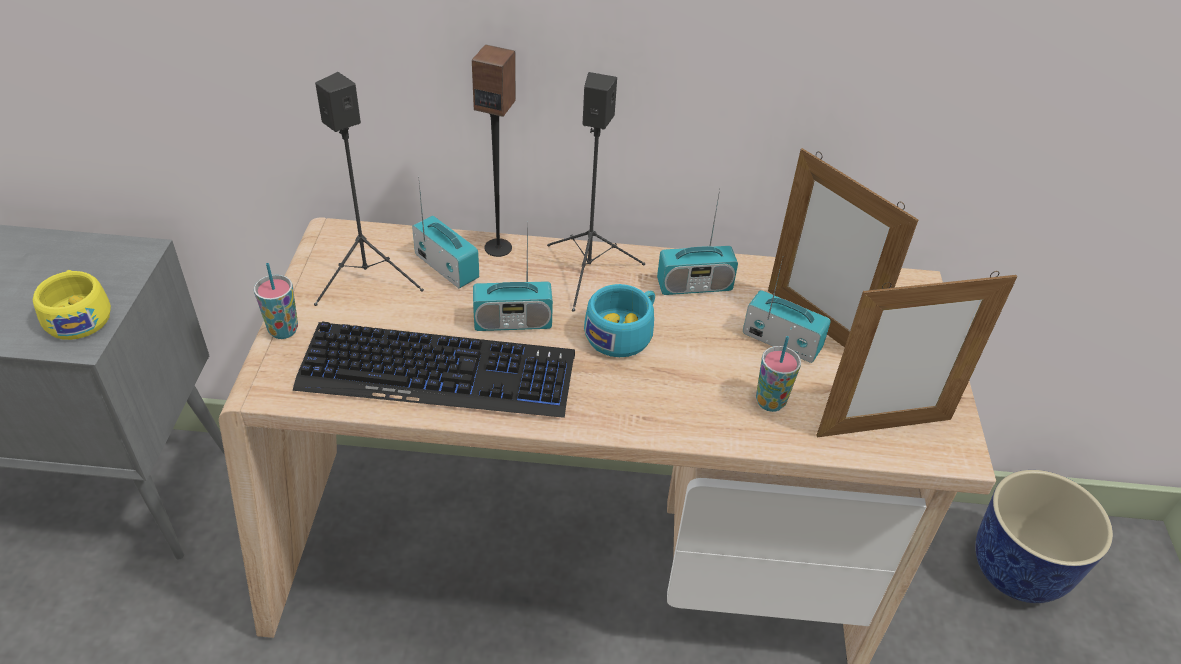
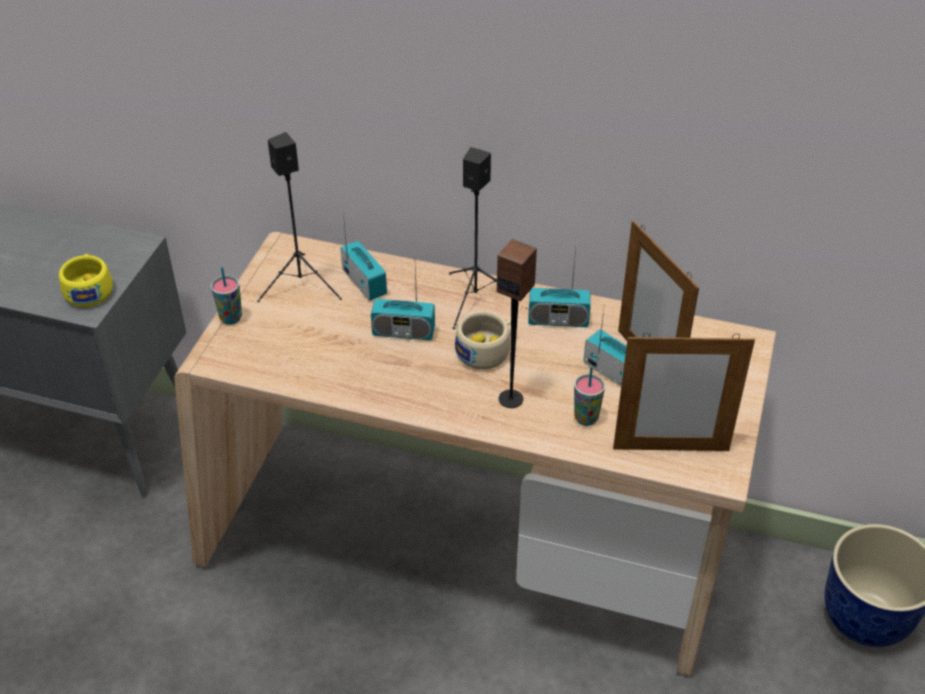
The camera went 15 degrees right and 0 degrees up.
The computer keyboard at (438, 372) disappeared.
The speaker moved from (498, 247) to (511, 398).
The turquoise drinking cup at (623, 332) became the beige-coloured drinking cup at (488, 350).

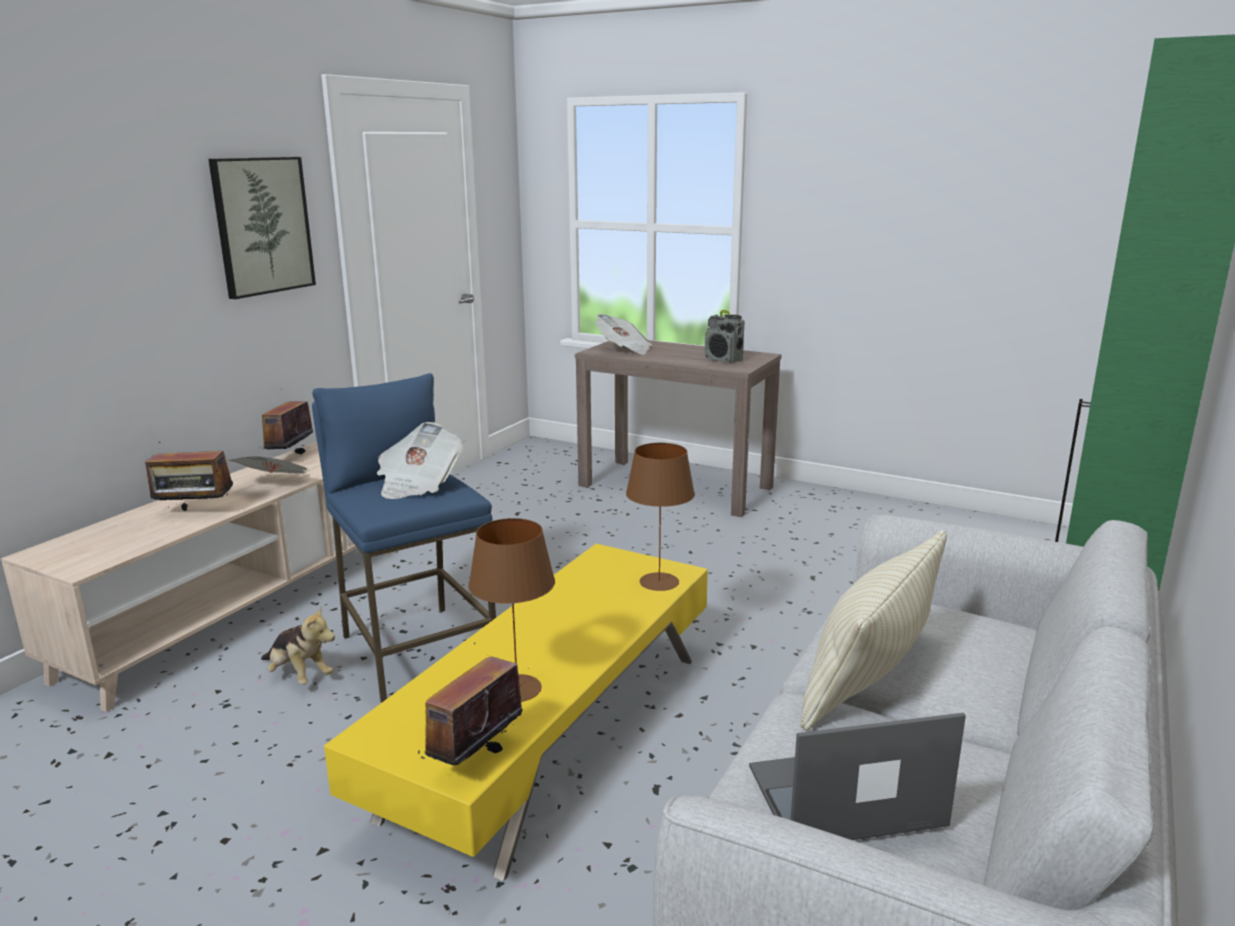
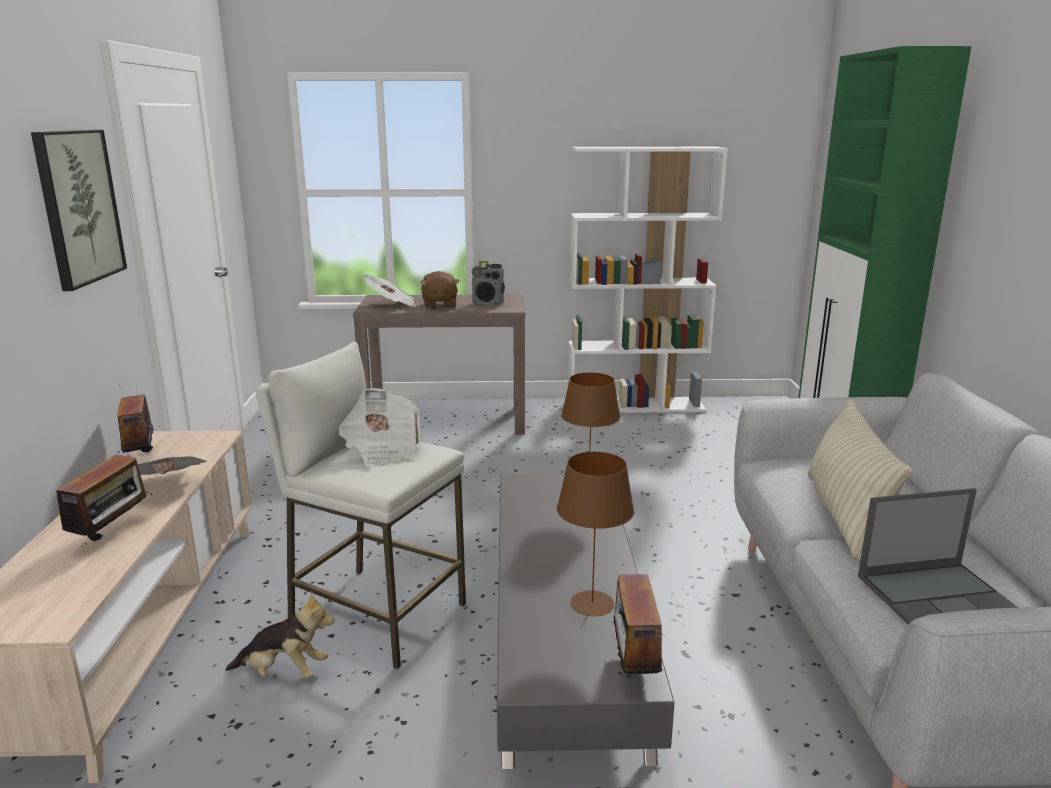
The camera went 30 degrees left and 0 degrees up.
The radio receiver at (195, 513) turned 45 degrees counterclockwise.
The bluish stool seat at (416, 651) became the white stool seat at (376, 614).
The yellow coffee table at (552, 733) became the greyish coffee table at (566, 641).
The laptop at (843, 797) turned 150 degrees counterclockwise.
The brown soft toy at (439, 305) appeared.
The white bookcase at (636, 405) appeared.

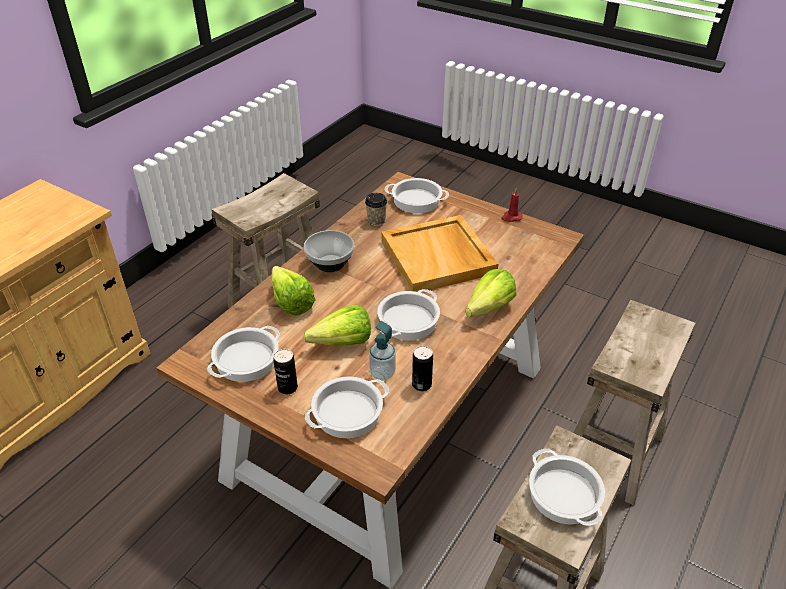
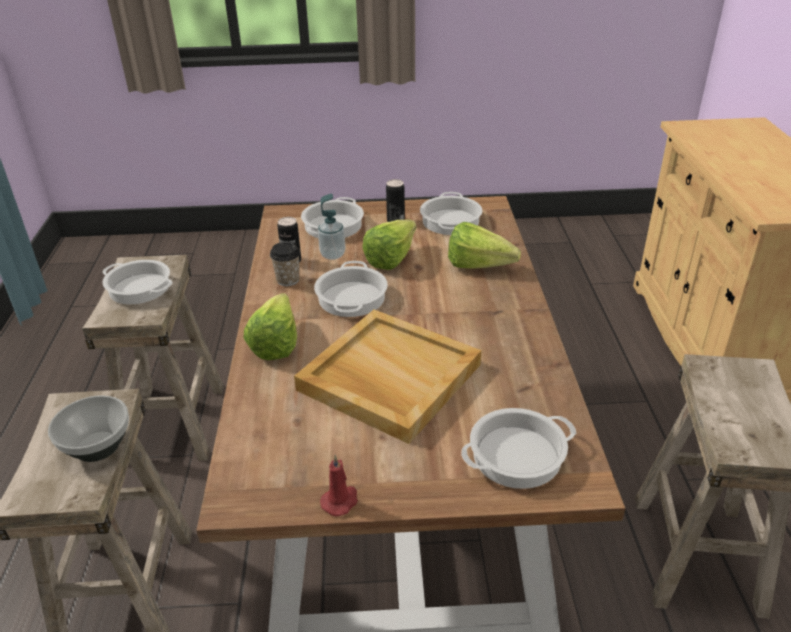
The camera went 145 degrees right and 5 degrees down.
The bowl moved from (329, 264) to (98, 446).
The drinking cup moved from (376, 221) to (288, 280).

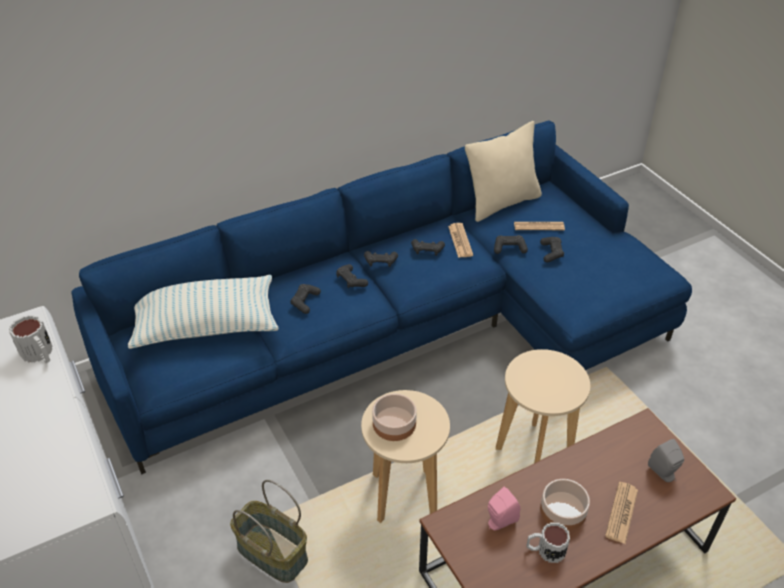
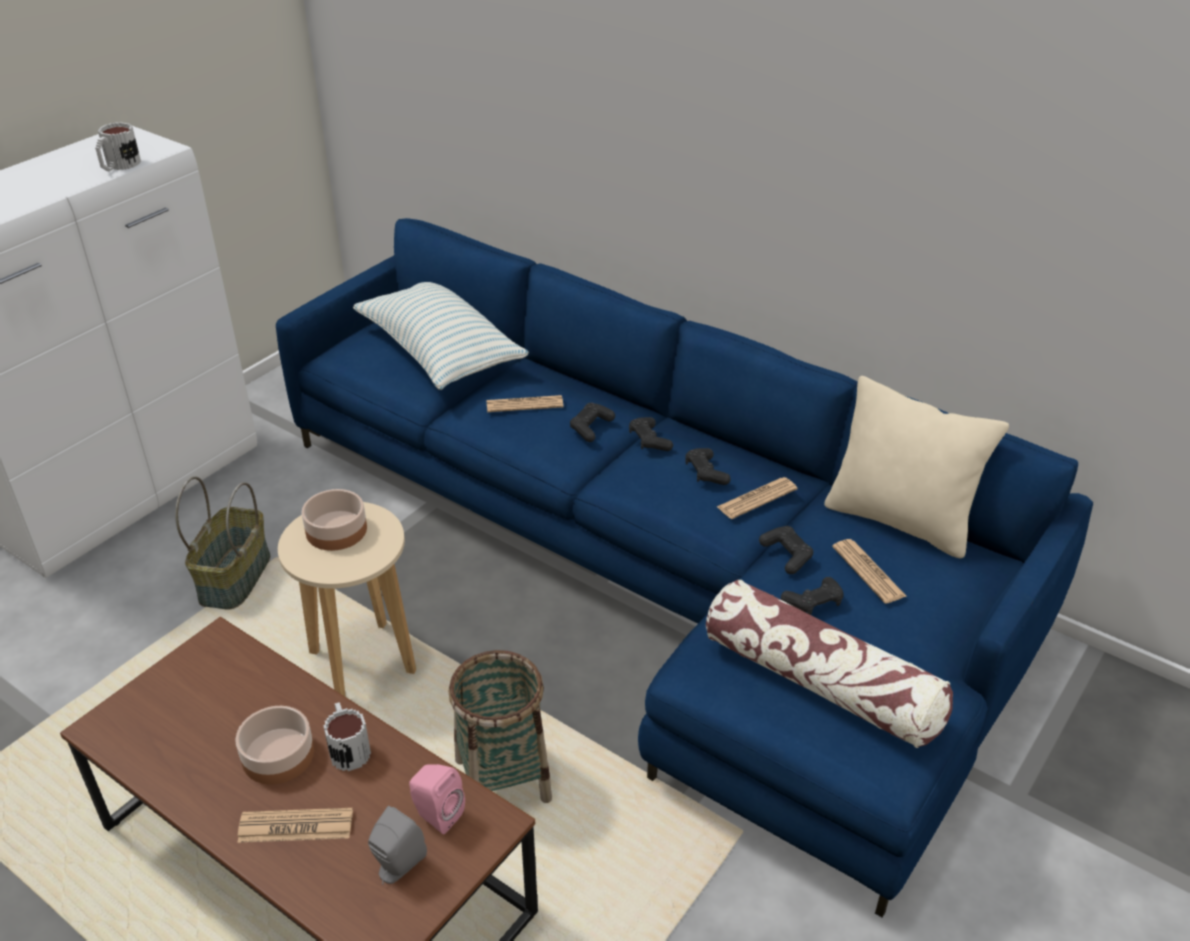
The camera went 65 degrees right and 5 degrees down.
The black-coloured game controller at (305, 302) was replaced by the printed paper at (524, 404).
The pink speaker moved from (499, 522) to (436, 815).
The beige-coloured stool seat at (534, 452) was replaced by the basket at (503, 780).
The coffee mug moved from (545, 550) to (348, 747).
The pillow at (821, 683) appeared.

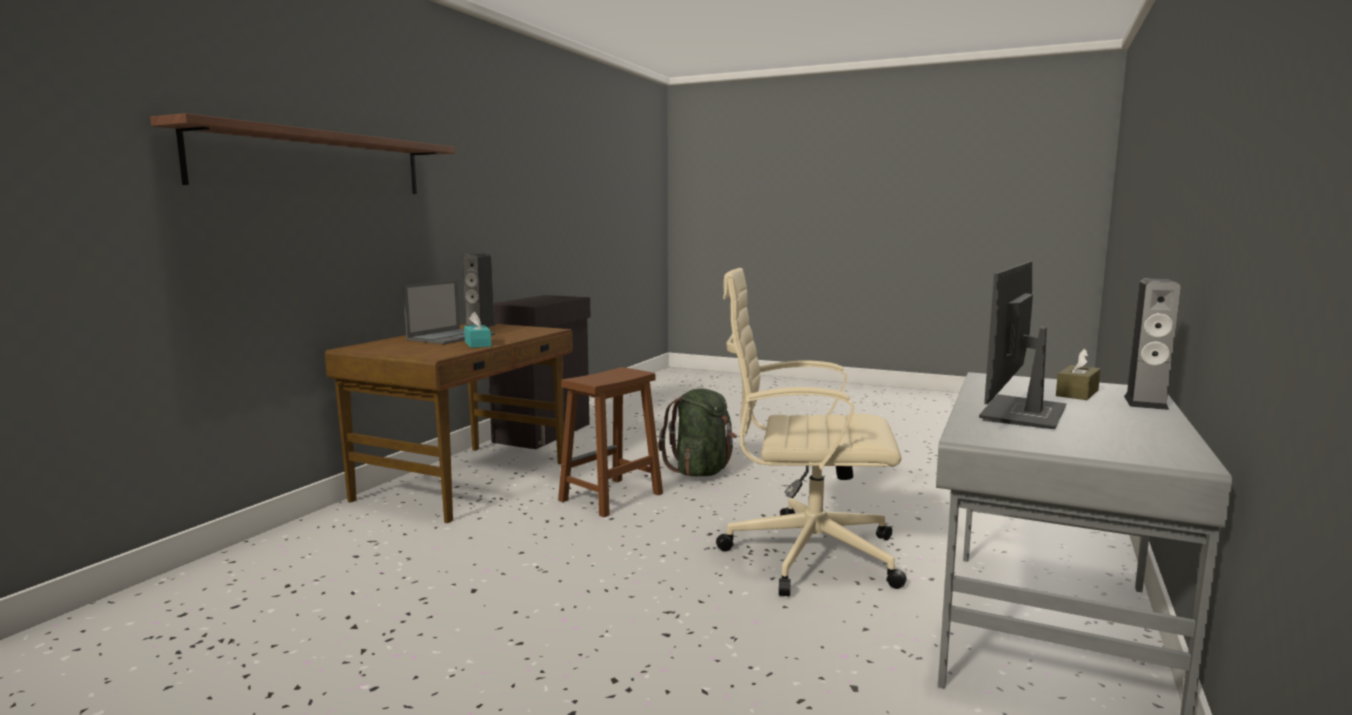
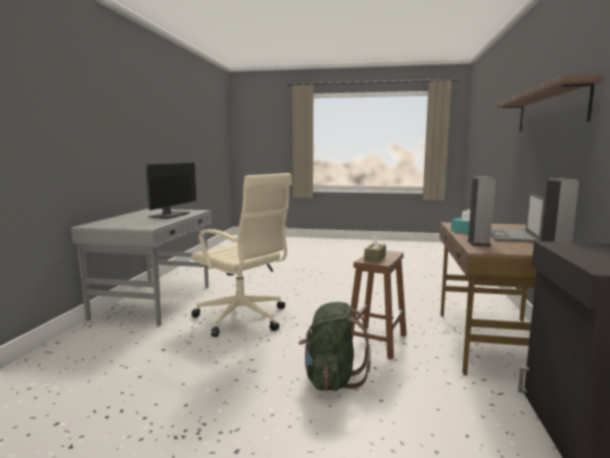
The camera went 165 degrees right and 0 degrees up.
The beige-coloured office chair at (806, 554) turned 45 degrees clockwise.
The brown tissue holder moved from (1077, 393) to (375, 258).
The speaker moved from (1145, 402) to (478, 243).

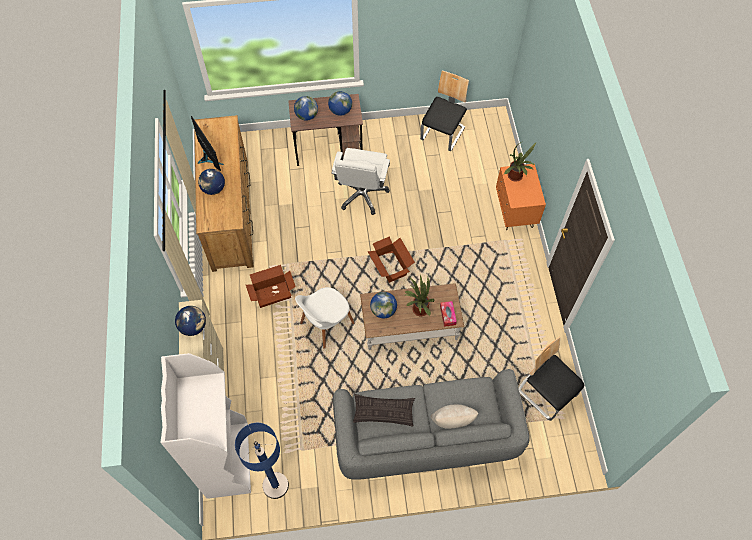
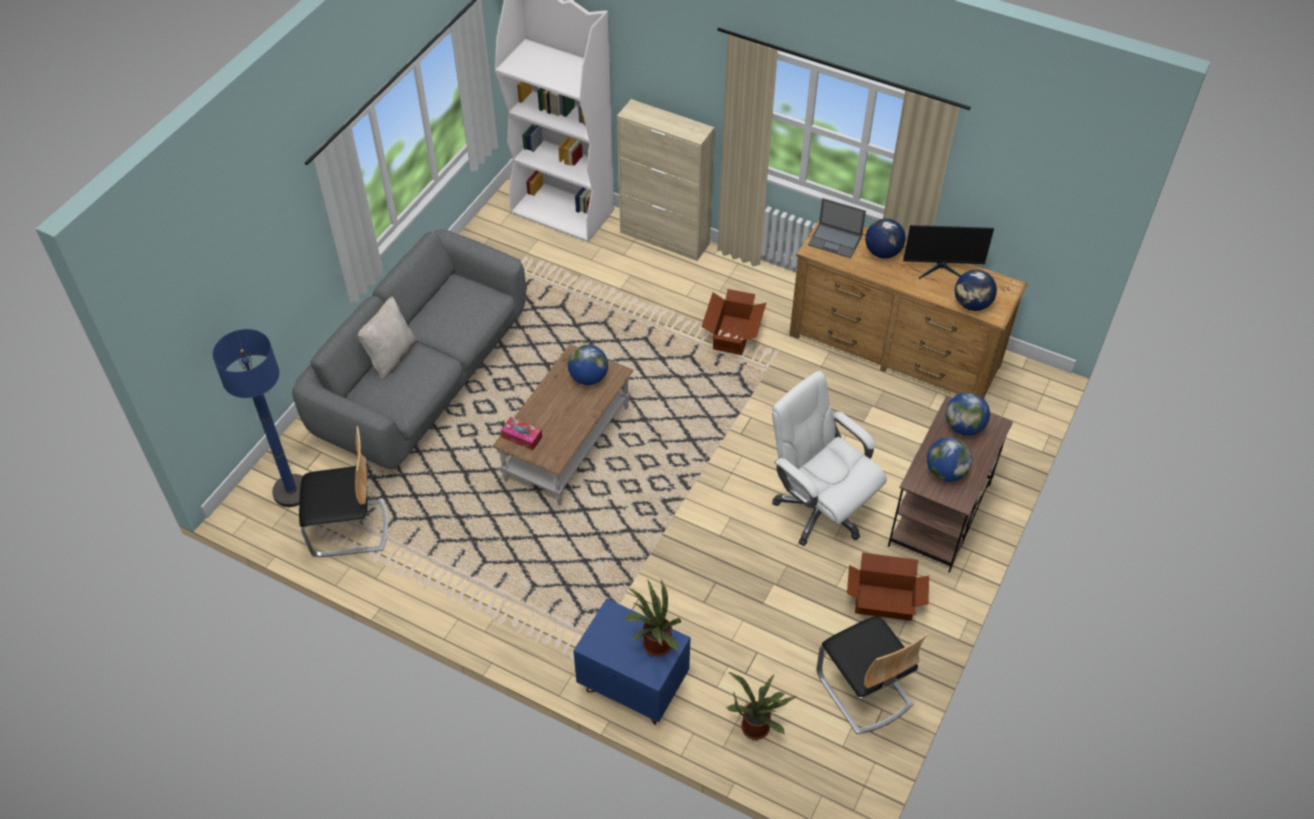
The camera went 125 degrees right and 10 degrees down.
The world globe moved from (193, 327) to (971, 304).
The bluish standard lamp moved from (275, 485) to (292, 491).
The white plain chair at (326, 324) disappeared.
The pillow at (383, 411) disappeared.
The cardboard box moved from (390, 267) to (883, 601).
The potted plant moved from (418, 309) to (757, 725).
The orange-coloured bedside table at (515, 212) became the bluish bedside table at (632, 688).
The laptop at (835, 241) appeared.

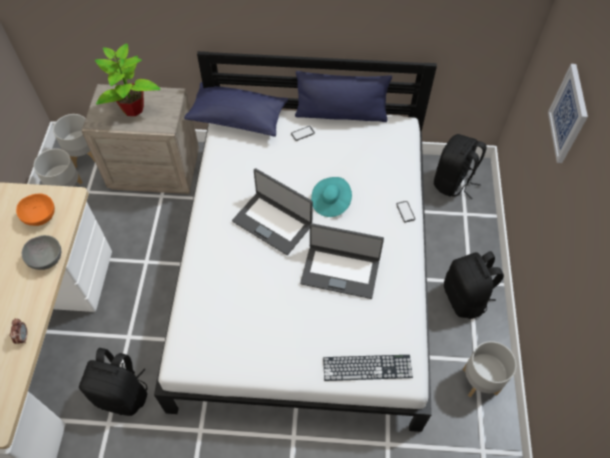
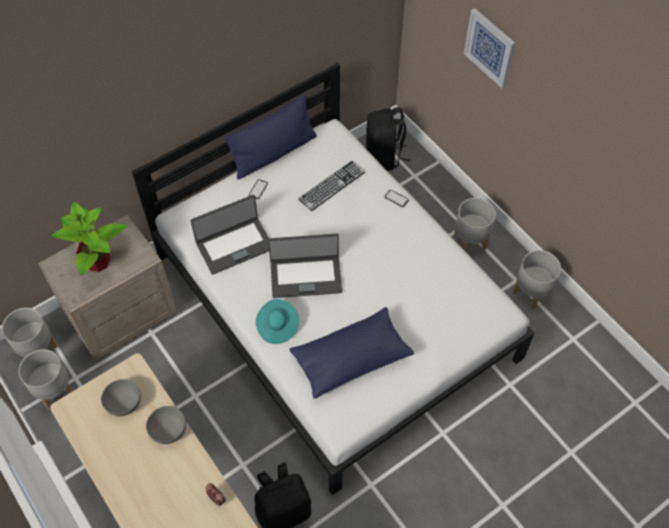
The camera went 40 degrees left and 0 degrees up.
The orange-coloured bowl at (40, 216) became the greyish bowl at (123, 403).
The bluish pillow moved from (238, 118) to (351, 358).
The laptop moved from (340, 271) to (234, 245).
The turquoise hat moved from (330, 202) to (277, 326).
The computer keyboard moved from (367, 367) to (332, 185).
The black-coloured backpack at (465, 298) was replaced by the greyish flower pot at (470, 241).

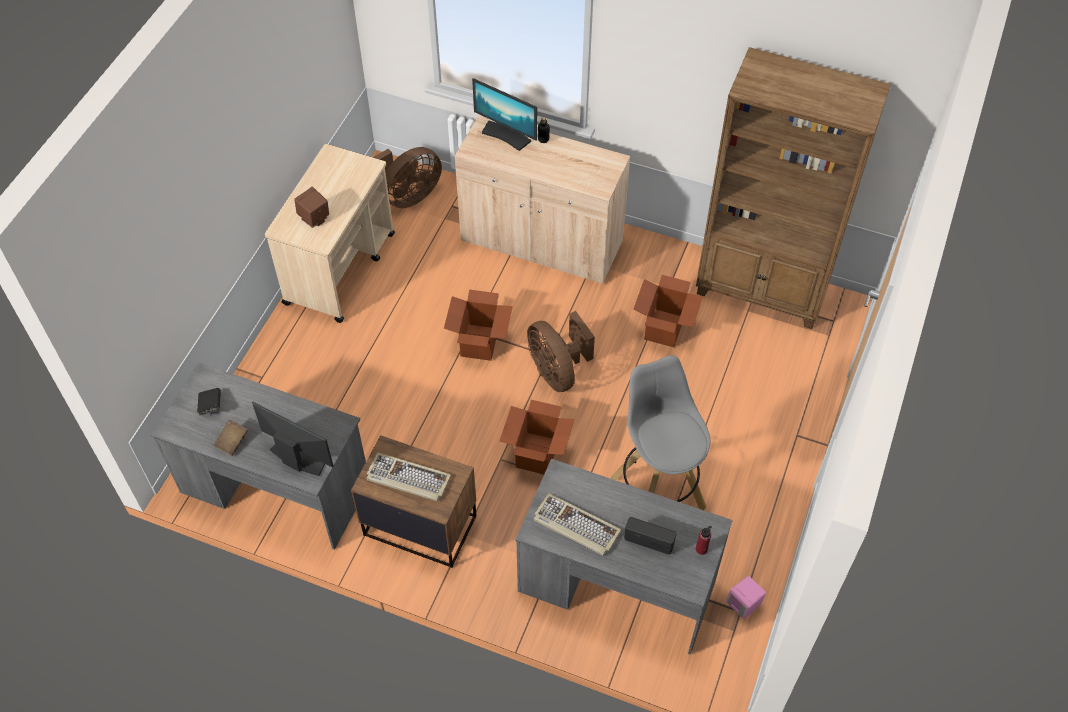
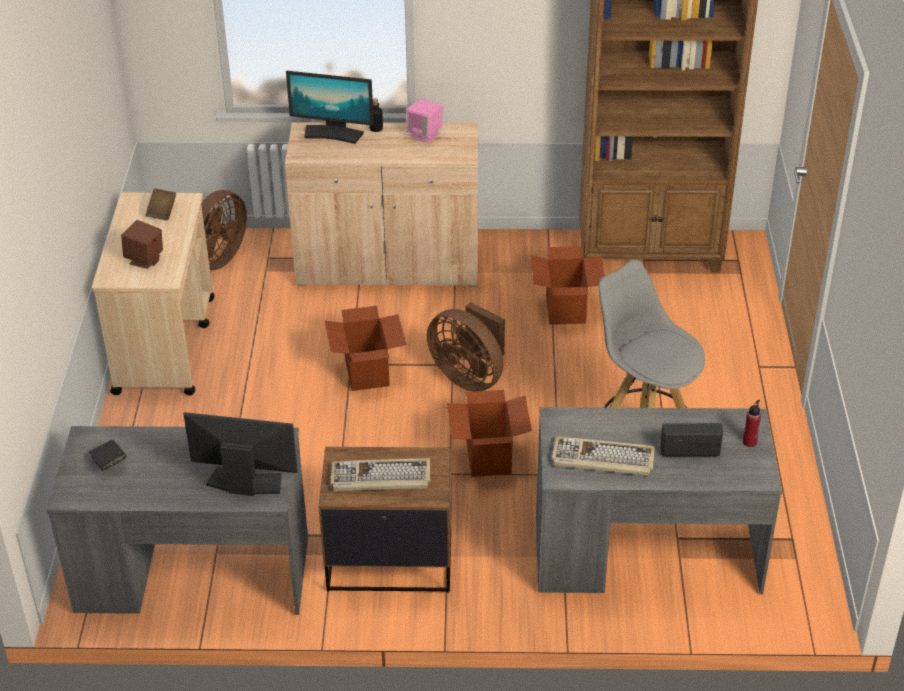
The camera went 20 degrees left and 15 degrees down.
The brown book moved from (232, 442) to (162, 211).
The pink speaker moved from (743, 605) to (425, 135).

